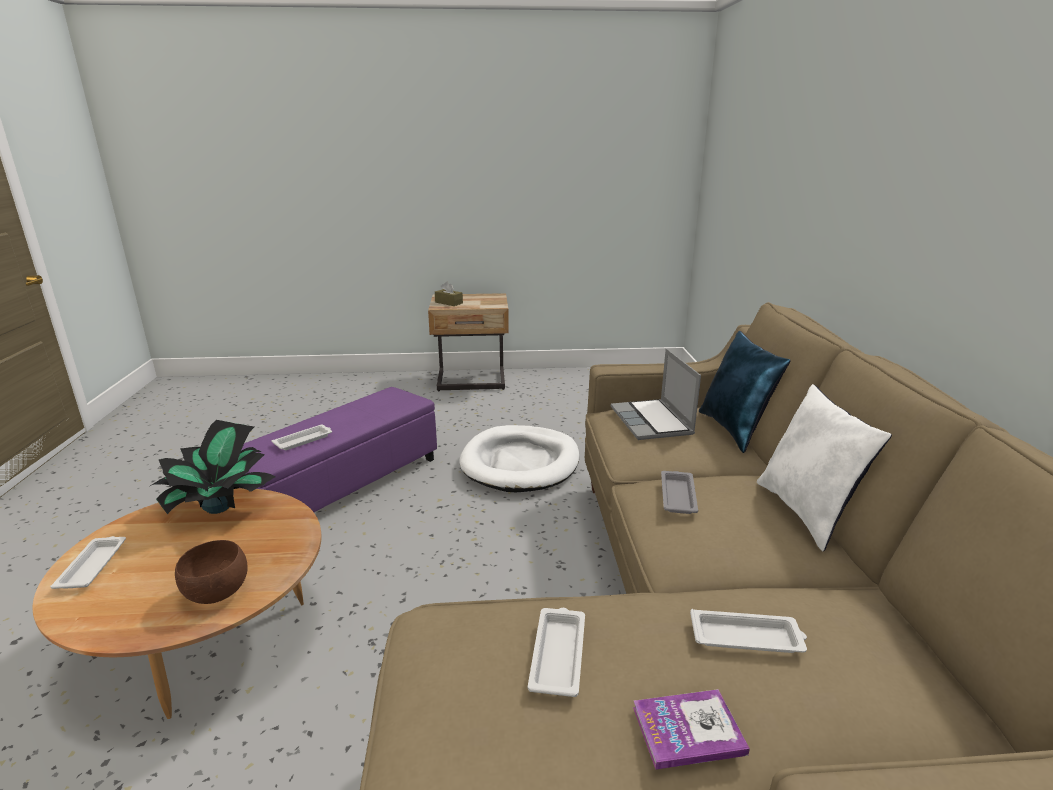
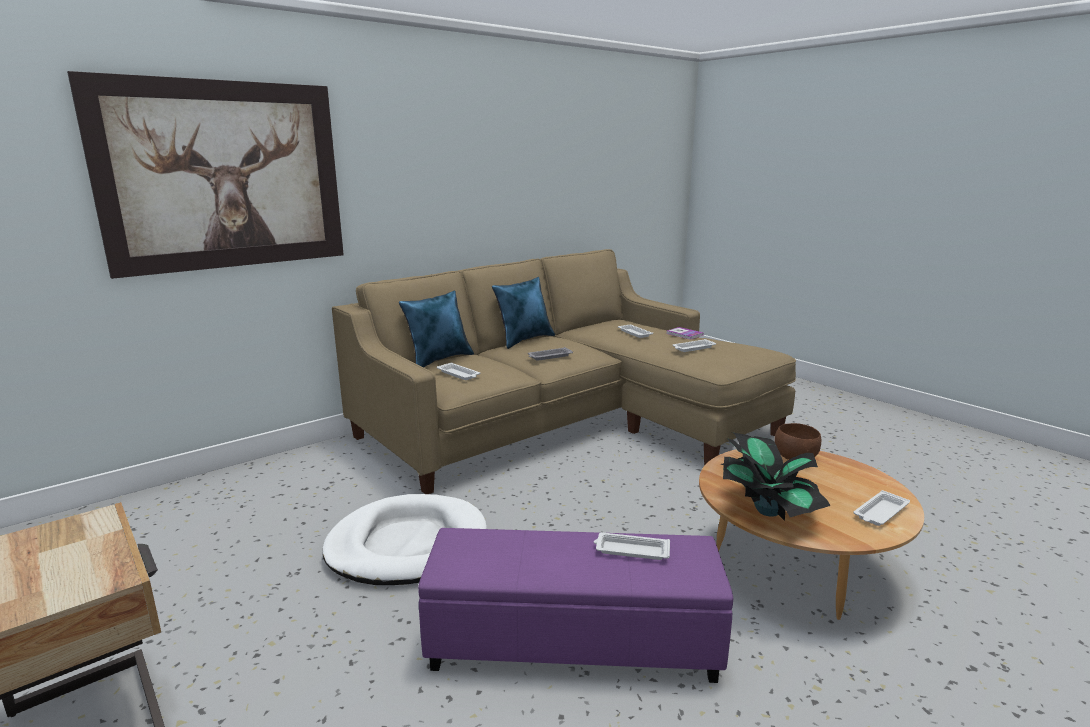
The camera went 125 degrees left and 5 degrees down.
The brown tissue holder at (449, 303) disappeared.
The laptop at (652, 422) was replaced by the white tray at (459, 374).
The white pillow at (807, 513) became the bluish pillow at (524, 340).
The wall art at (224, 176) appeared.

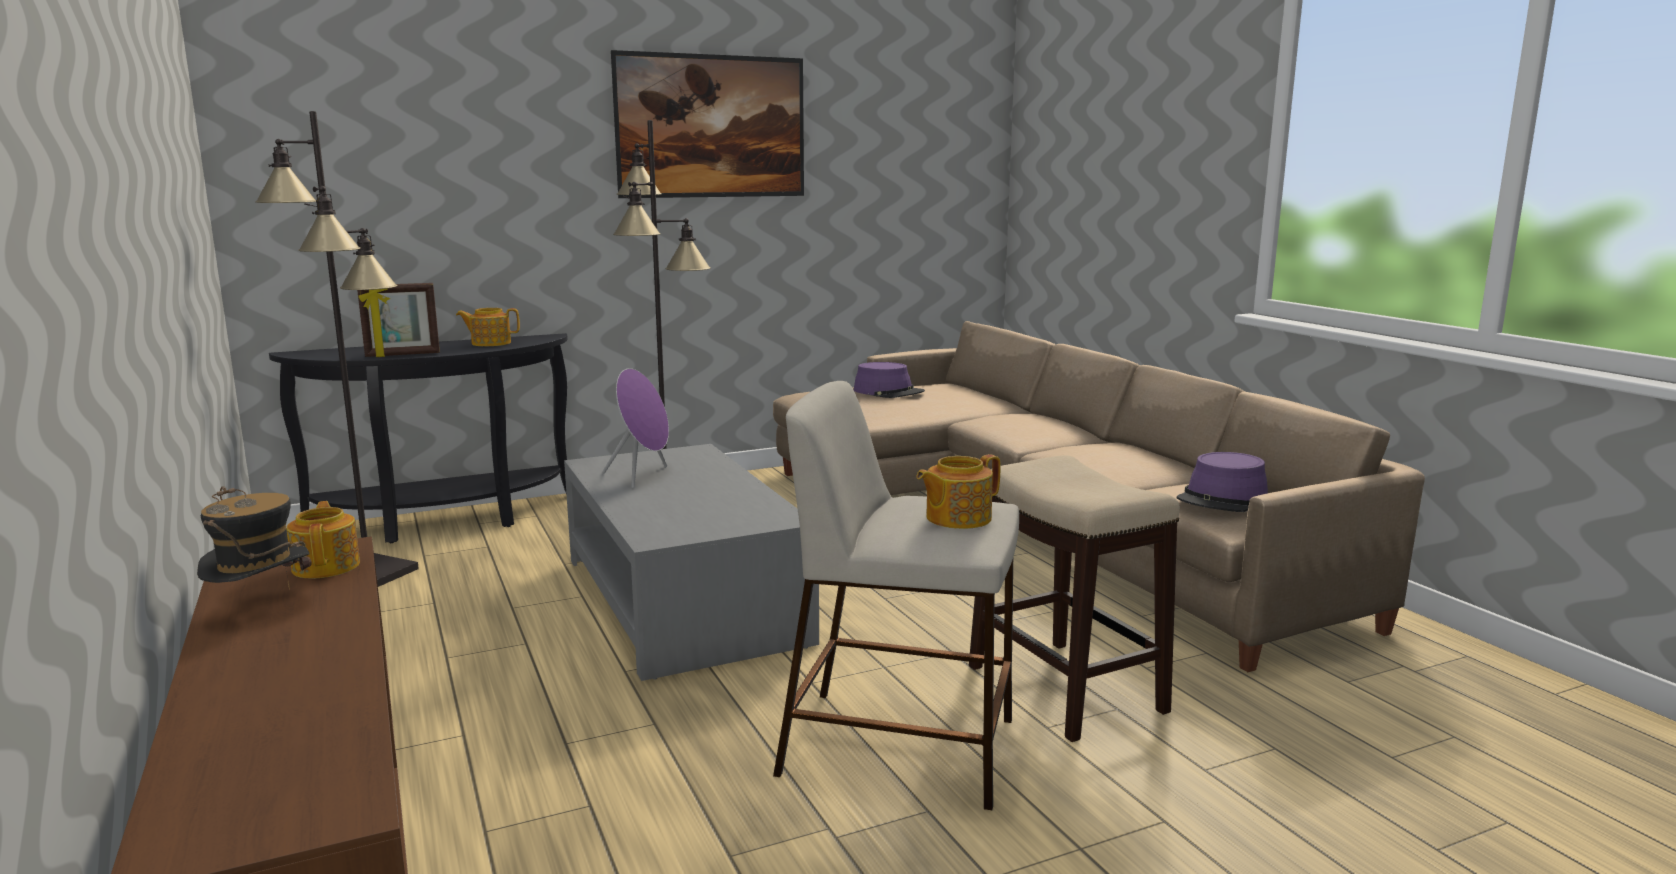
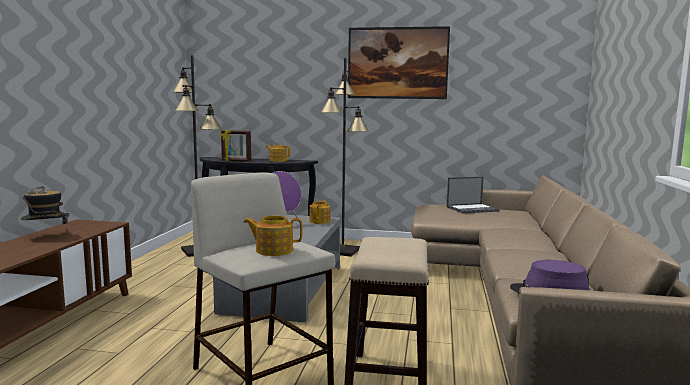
The camera went 35 degrees right and 5 degrees down.
The pot for tea moved from (327, 566) to (320, 221).
The purplish hat at (888, 392) was replaced by the laptop at (472, 209).

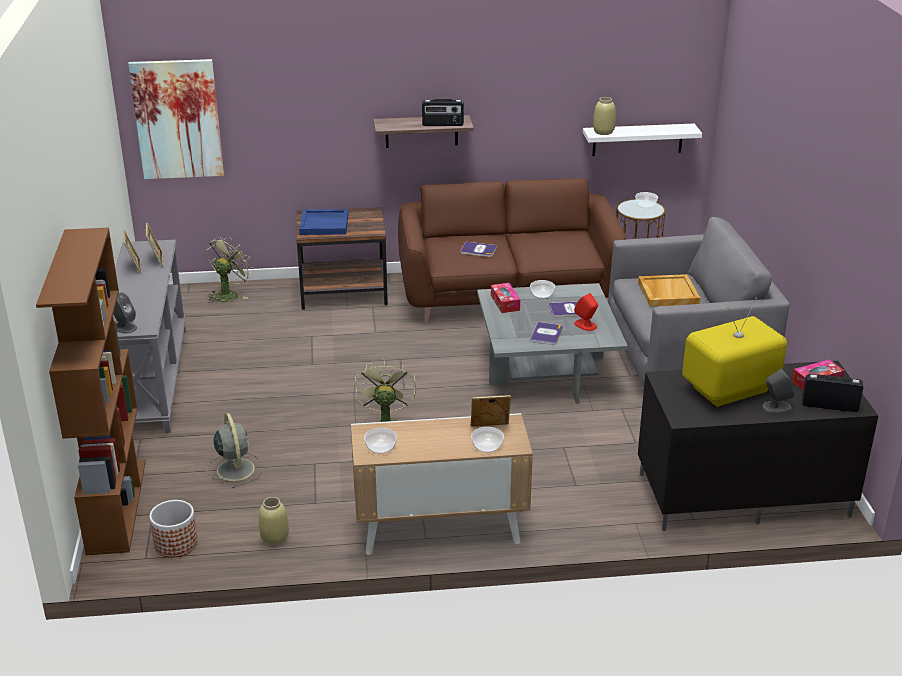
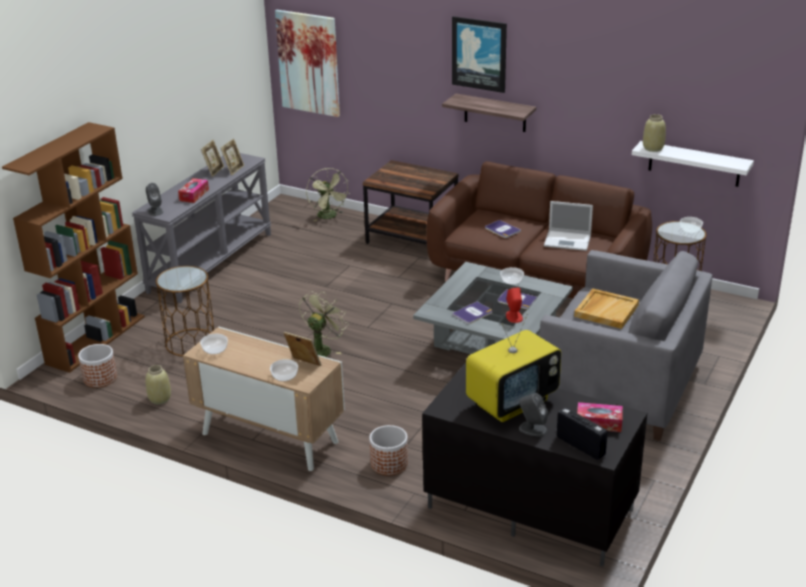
The camera went 35 degrees right and 0 degrees up.
The greenish cooling fan at (229, 294) turned 90 degrees clockwise.
The greyish cooling fan at (235, 468) was replaced by the brown end table at (190, 342).
The bluish tray at (324, 224) disappeared.
The radio receiver at (442, 124) disappeared.
The tissue holder moved from (505, 303) to (194, 195).
The TV set at (729, 390) turned 135 degrees clockwise.
The flower pot at (389, 464) appeared.
The wall art at (479, 54) appeared.
The laptop at (568, 240) appeared.

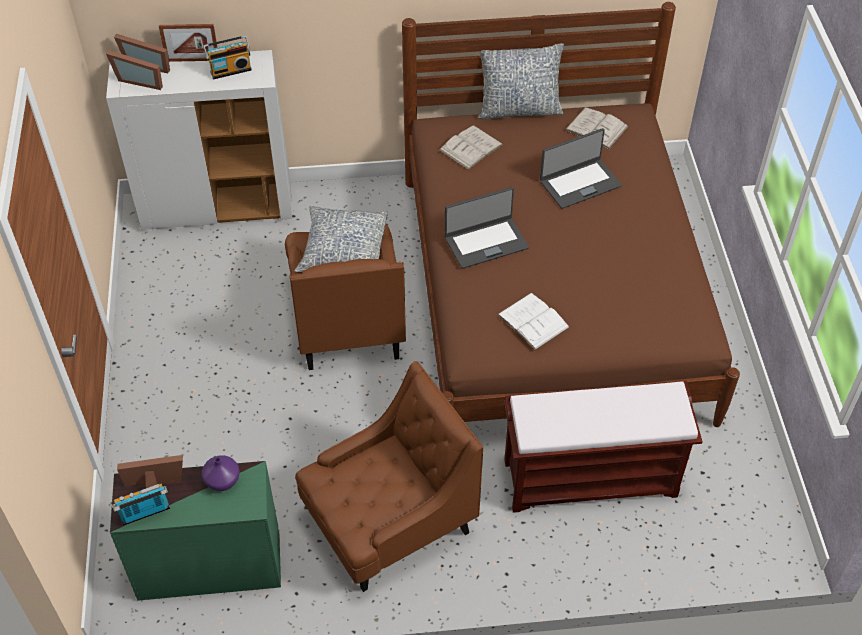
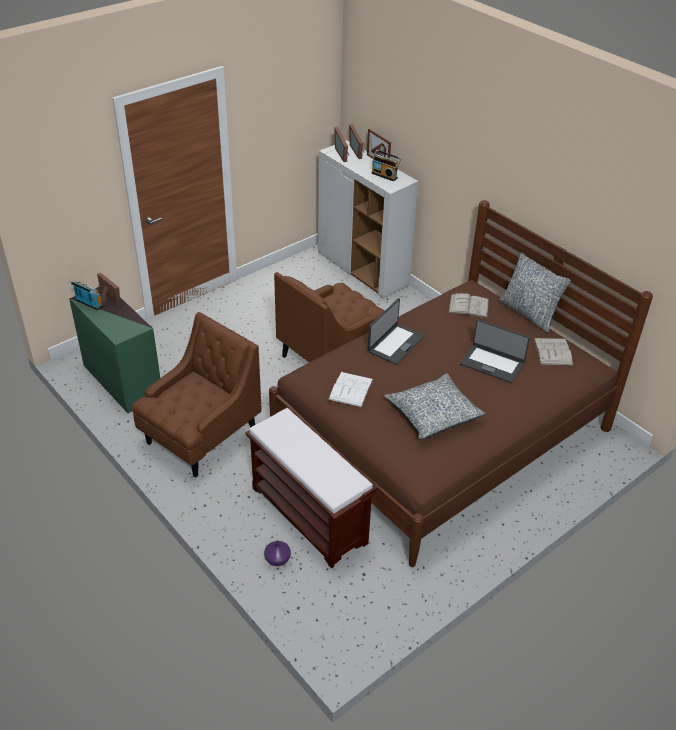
The camera went 55 degrees right and 10 degrees down.
The purplish flower vase moved from (221, 481) to (277, 559).
The pillow moved from (343, 251) to (433, 414).
The brown lounge chair at (389, 525) turned 75 degrees counterclockwise.
The laptop at (486, 242) turned 90 degrees counterclockwise.

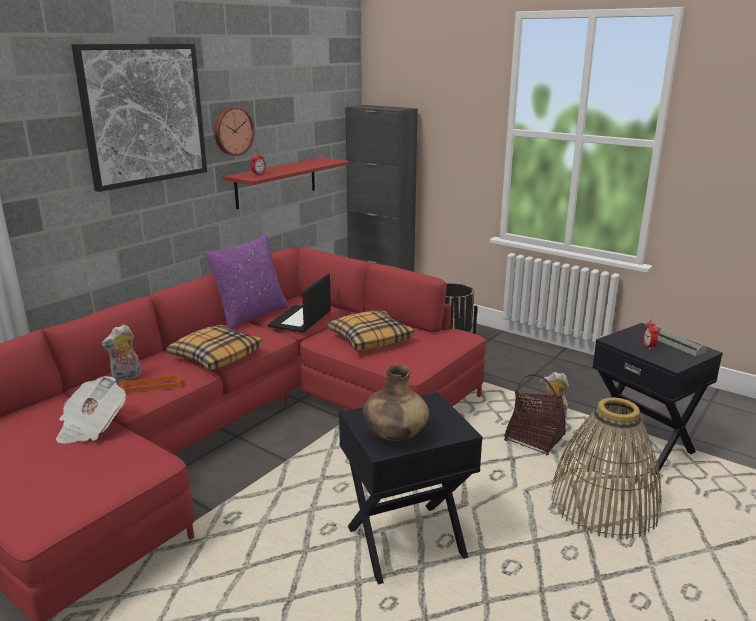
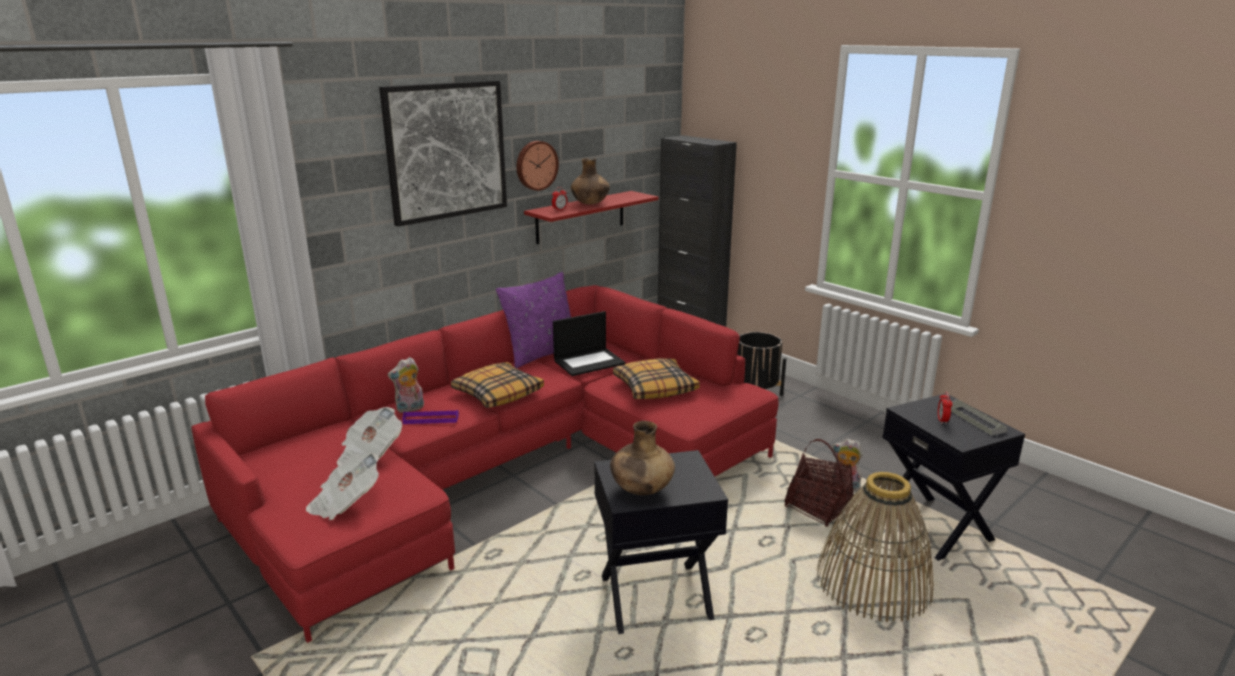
The camera went 10 degrees right and 0 degrees up.
The orange-coloured tray at (151, 386) became the purplish tray at (431, 419).
The laptop at (300, 319) turned 150 degrees counterclockwise.
The printed paper at (345, 502) appeared.
The brown flower vase at (590, 204) appeared.

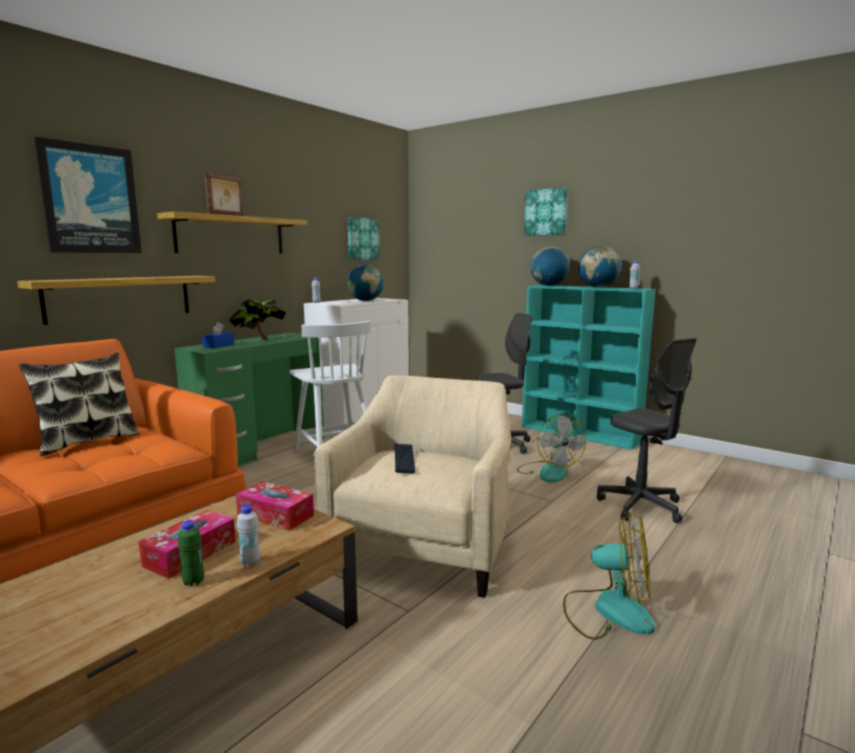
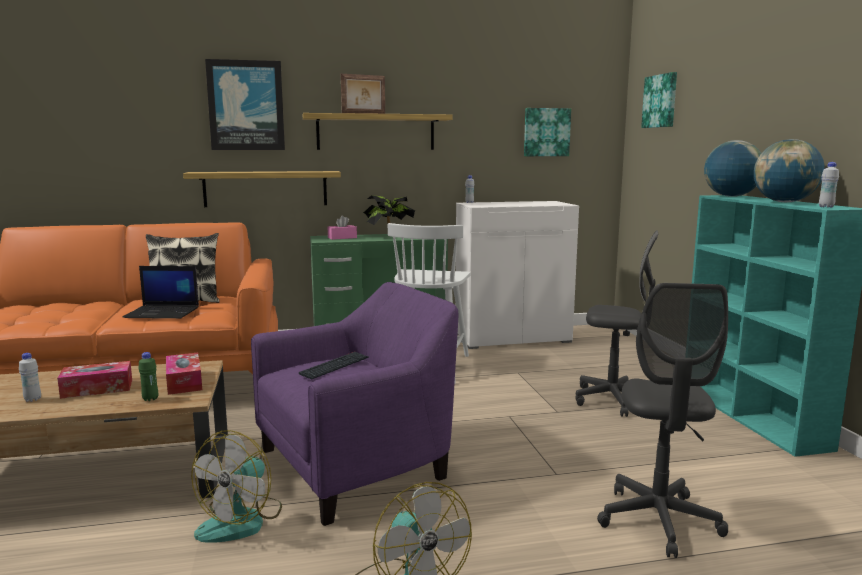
The camera went 40 degrees right and 0 degrees up.
The greenish drink bottle moved from (193, 582) to (150, 399).
The bluish tissue holder at (219, 346) became the pink tissue holder at (342, 238).
The white drink bottle moved from (250, 562) to (32, 399).
The beige-coloured lounge chair at (424, 545) became the purplish lounge chair at (359, 464).
The world globe at (365, 301) disappeared.
The cooling fan moved from (548, 471) to (241, 520).
The wall art moved from (546, 212) to (660, 101).
The laptop at (163, 312) appeared.

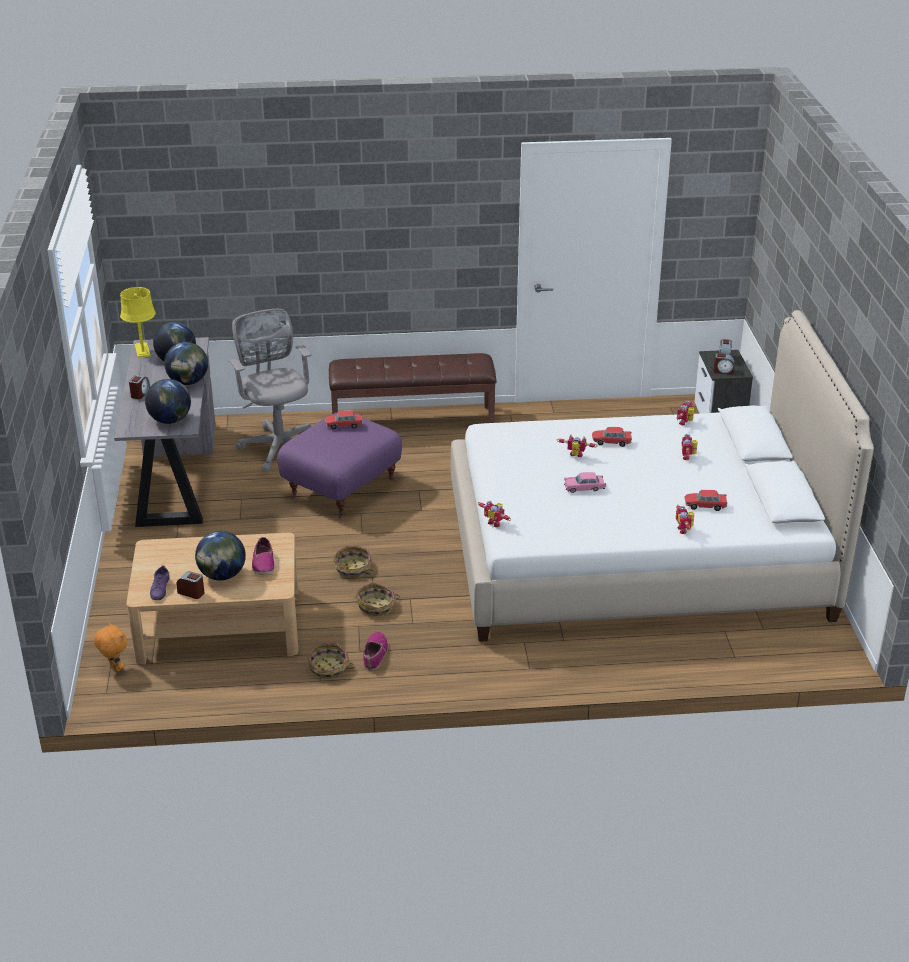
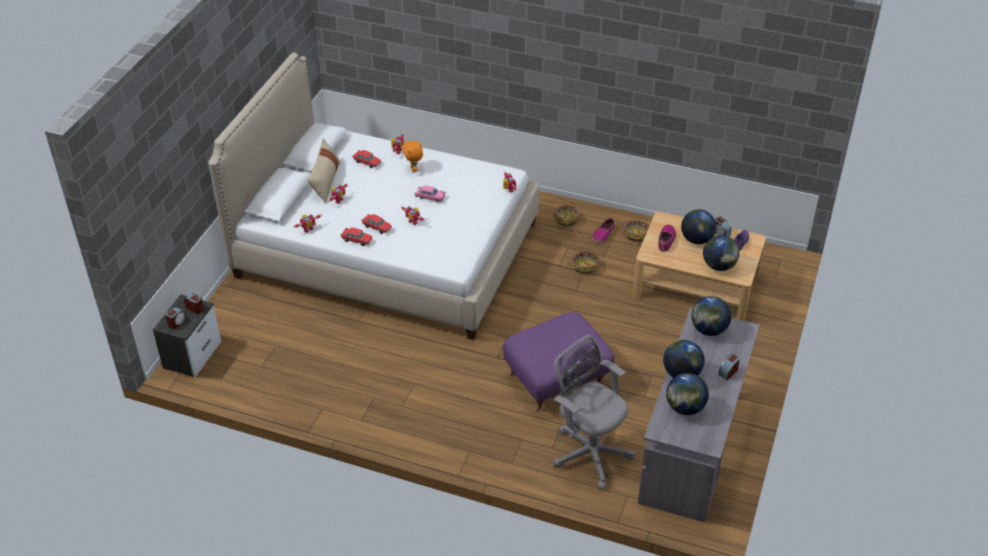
The camera went 155 degrees left and 10 degrees up.
The orange-coloured soft toy moved from (114, 668) to (414, 169).
The yellow tabletop lamp at (142, 350) disappeared.
The greyish office chair at (278, 445) turned 135 degrees clockwise.
The miniature car moved from (344, 425) to (357, 240).
The brown indoor bench at (413, 420) disappeared.
The basket moved from (353, 569) to (566, 219).
The beige-coloured pillow at (325, 181) appeared.
The world globe at (719, 266) appeared.

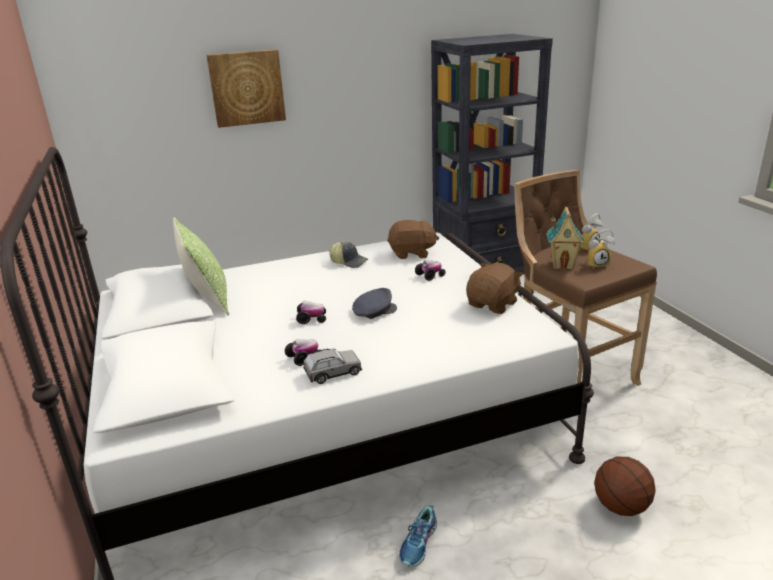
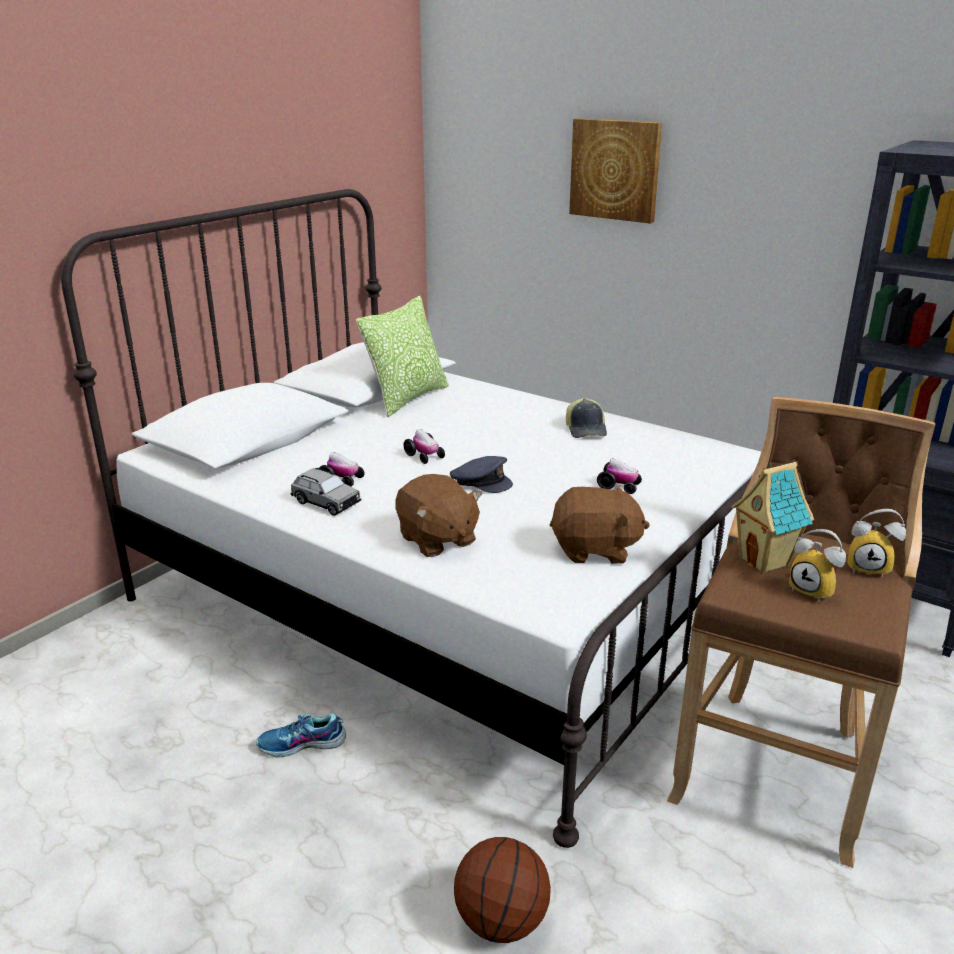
The camera went 55 degrees right and 0 degrees up.
The brown soft toy moved from (412, 253) to (437, 540).

